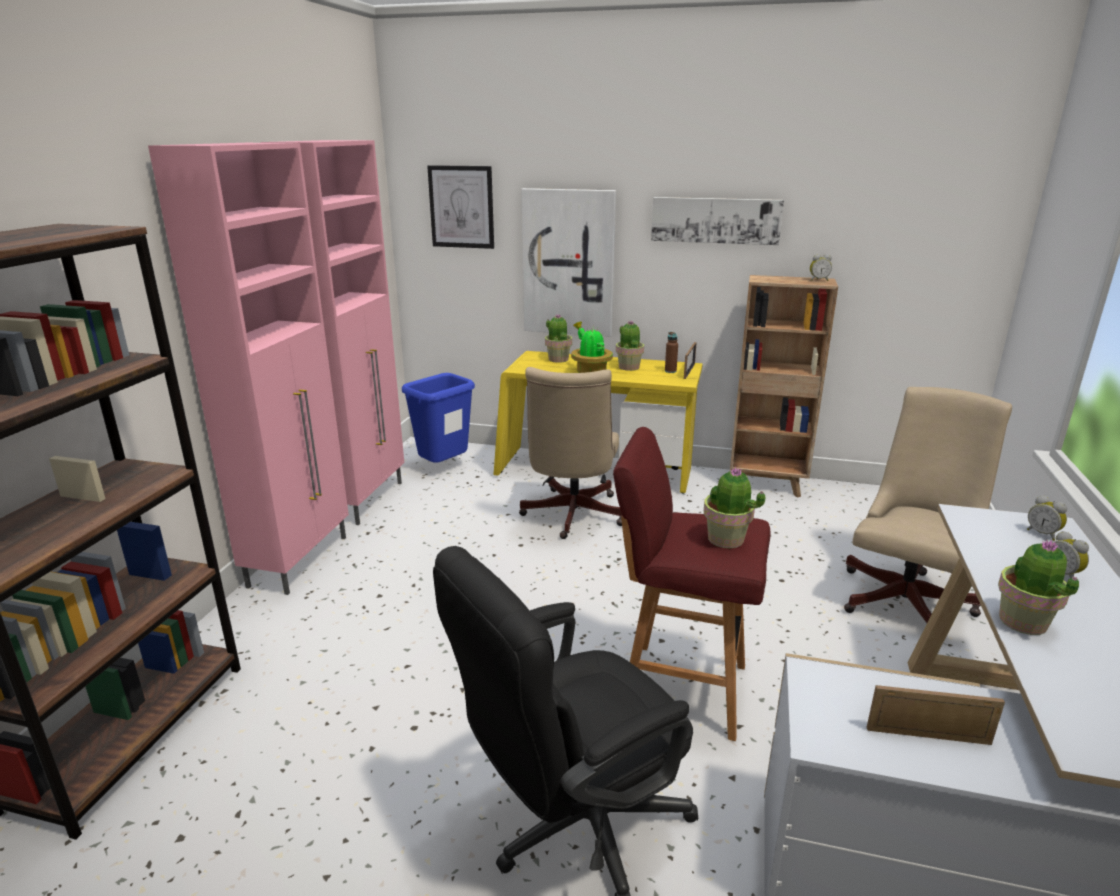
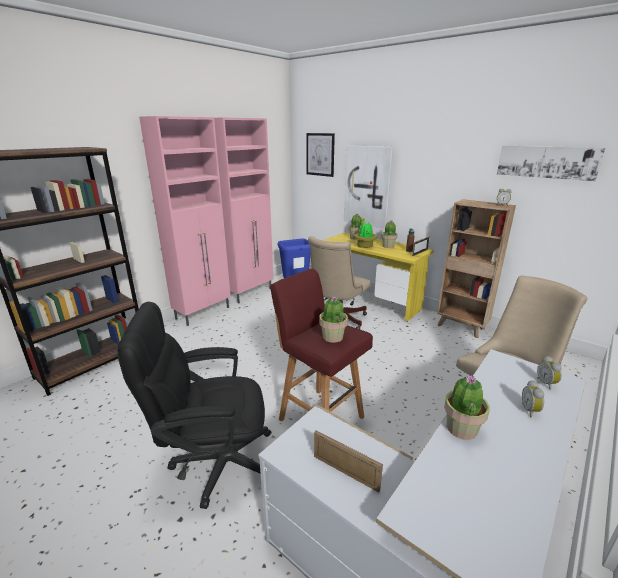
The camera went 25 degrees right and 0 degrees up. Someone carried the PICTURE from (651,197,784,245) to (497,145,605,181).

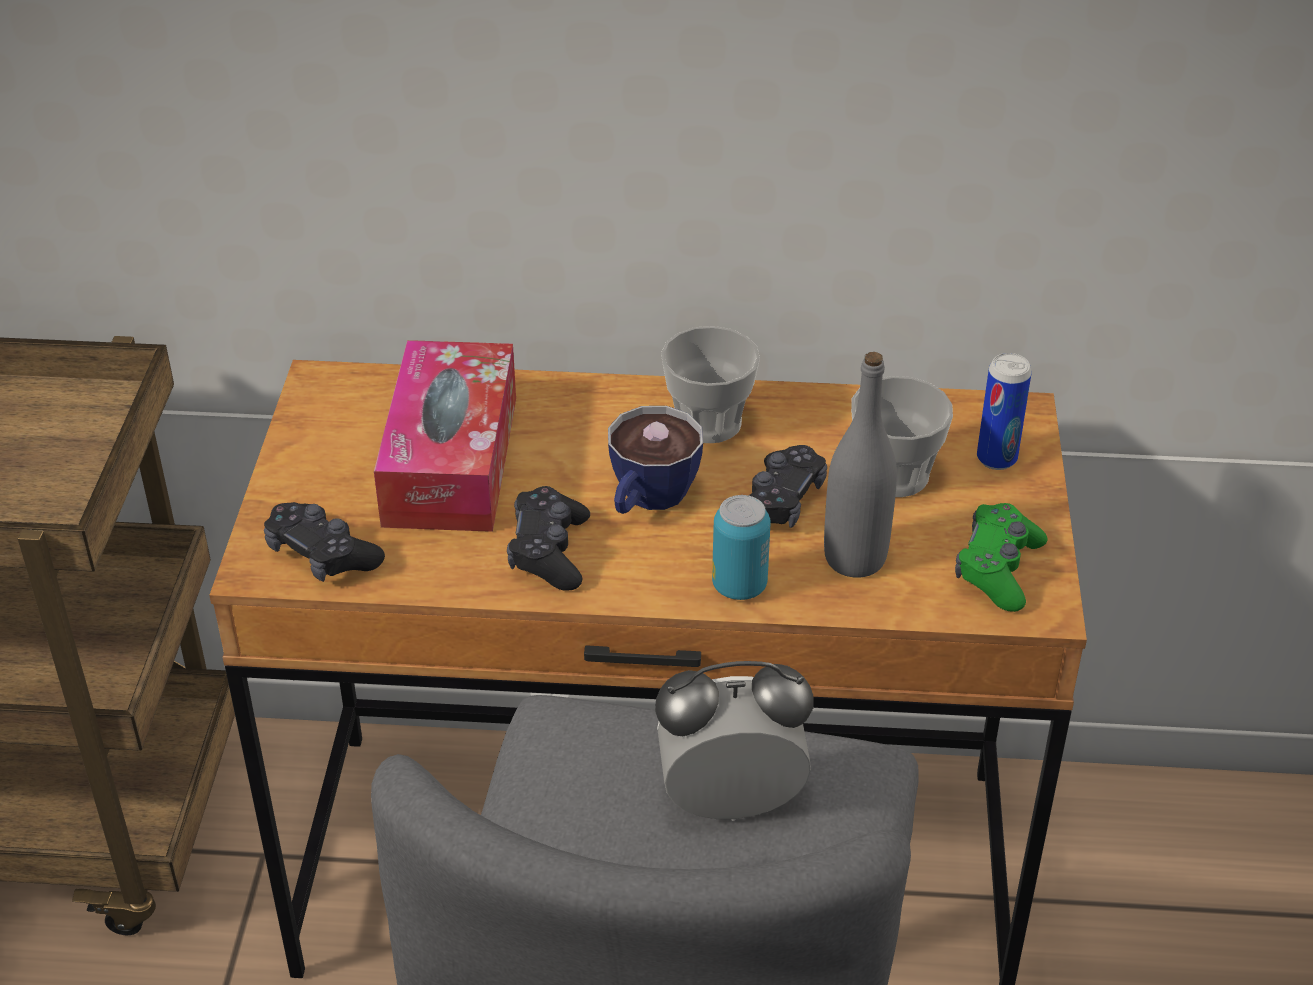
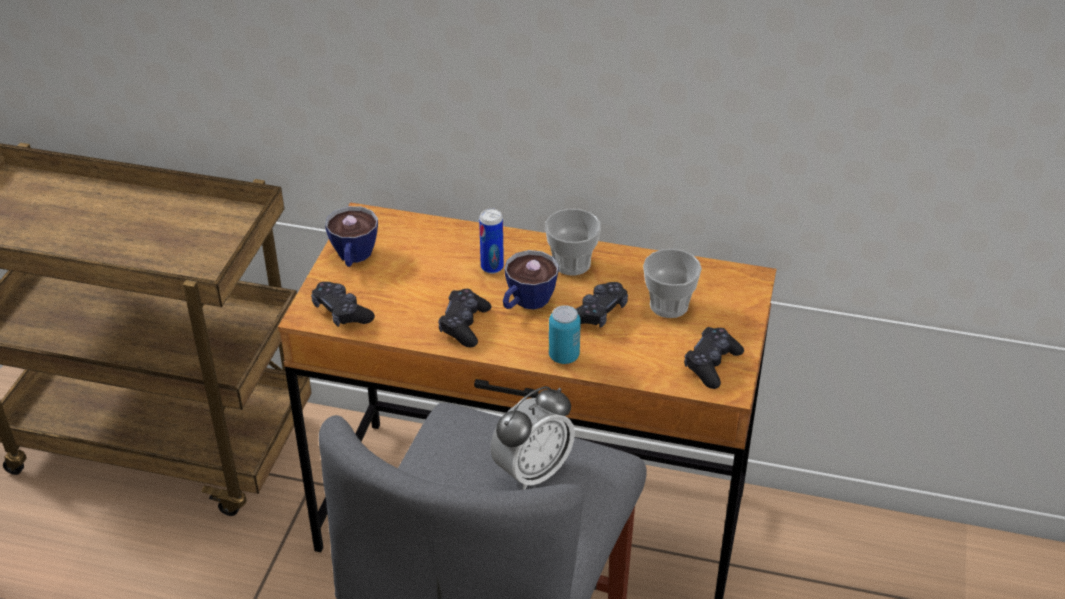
The camera went 10 degrees right and 0 degrees up. Someone took away the TISSUE BOX at (374,340,516,532). Someone took away the GREY BOTTLE at (824,352,897,578). Someone carried the CAN from (977,353,1032,470) to (479,208,504,274). Someone repainted the GREEN GAME CONTROLLER at (955,503,1048,612), which became the BLACK GAME CONTROLLER at (684,327,744,389). Someone rotated the ALARM CLOCK at (655,661,813,821) by 135 degrees clockwise. Someone put down the CUP at (325,206,378,267).

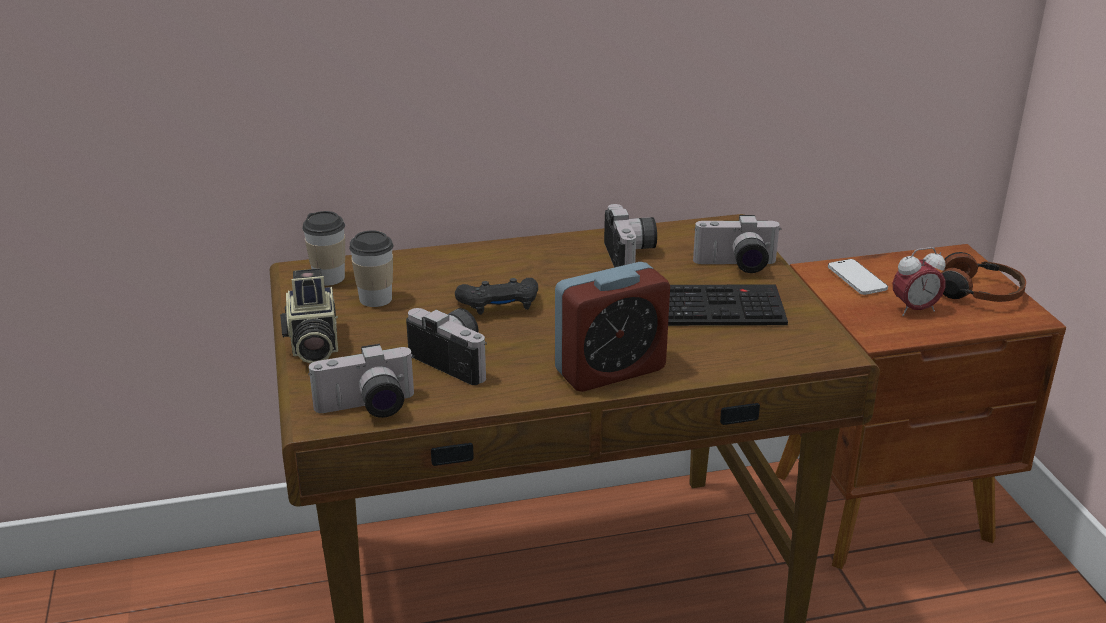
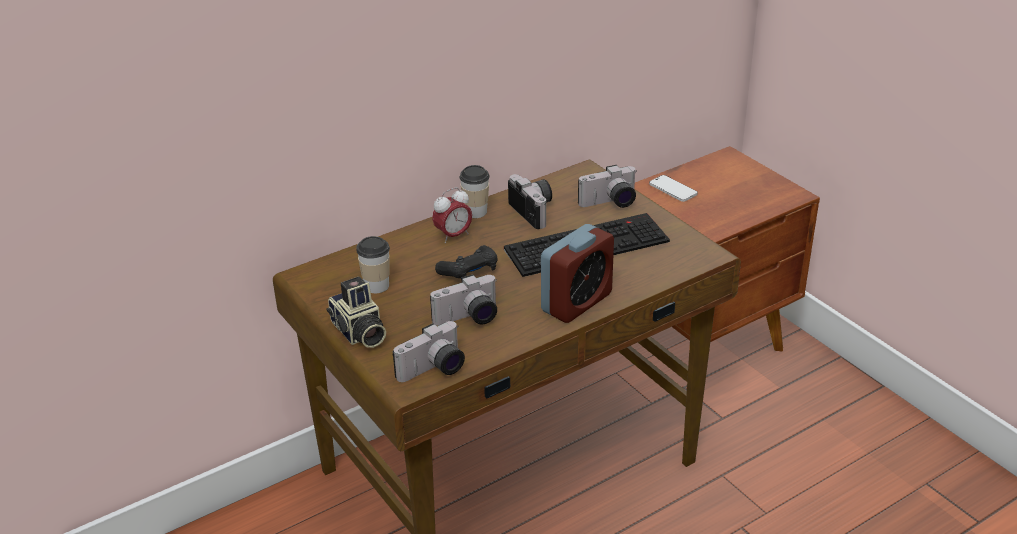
The camera went 20 degrees left and 5 degrees up. Someone carried the CUP from (302,211,345,286) to (459,165,490,218). Someone carried the ALARM CLOCK from (893,247,946,316) to (432,187,472,243). Someone took away the HEADPHONES at (941,252,1026,302). Someone rotated the PHOTO CAMERA at (406,308,487,385) by 135 degrees clockwise.

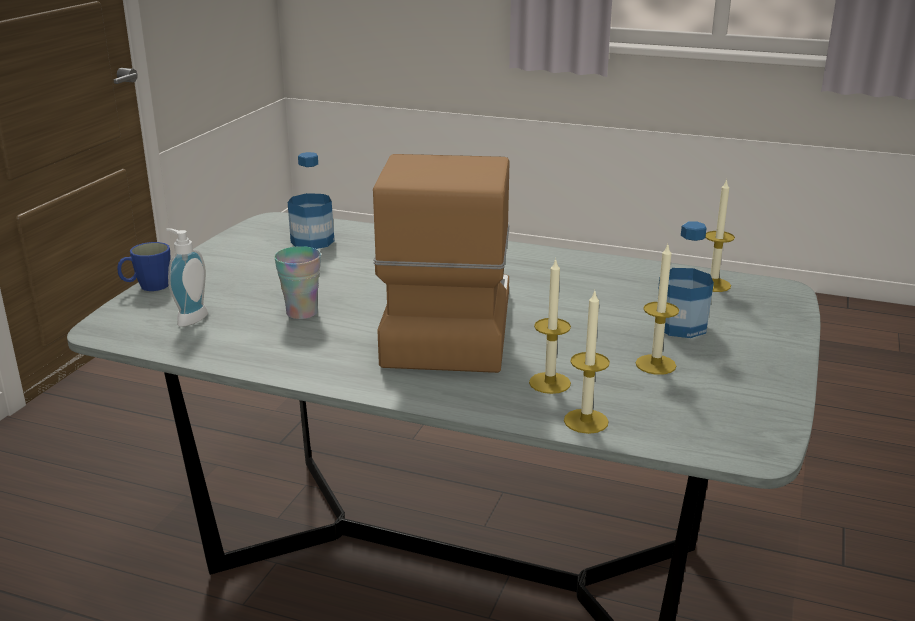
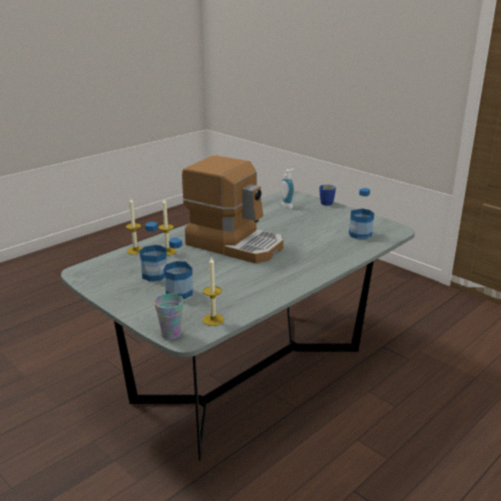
The camera went 115 degrees right and 0 degrees up. Someone swapped the CANDLE at (636,245,679,375) for the BOTTLE at (139,222,167,281). Someone carried the CUP from (274,246,321,320) to (154,294,183,340).

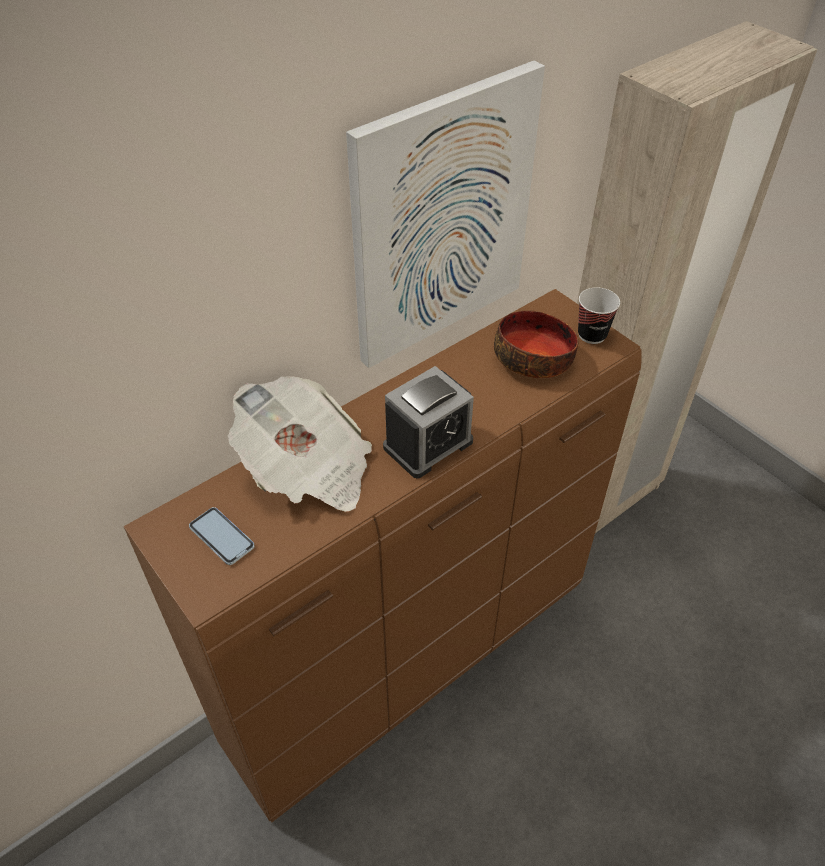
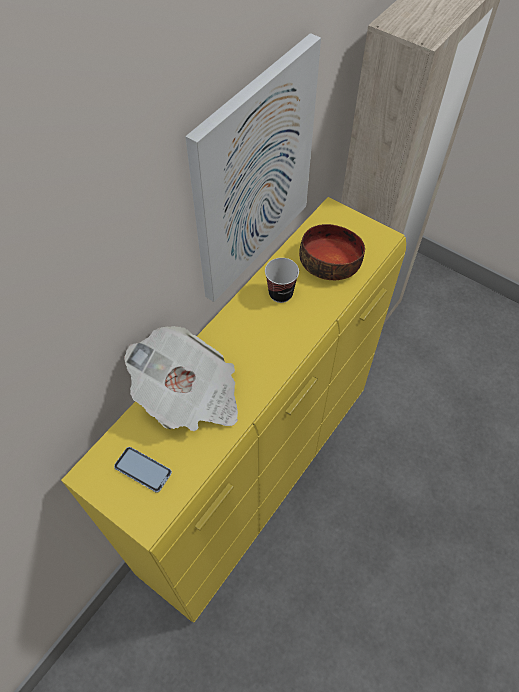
The camera went 15 degrees left and 10 degrees up. Someone carried the CUP from (578,288,620,344) to (265,258,299,303). Someone repainted the BROWN DRESSER at (124,289,642,823), which became the YELLOW DRESSER at (61,197,406,622). Someone took away the ALARM CLOCK at (383,366,474,478).

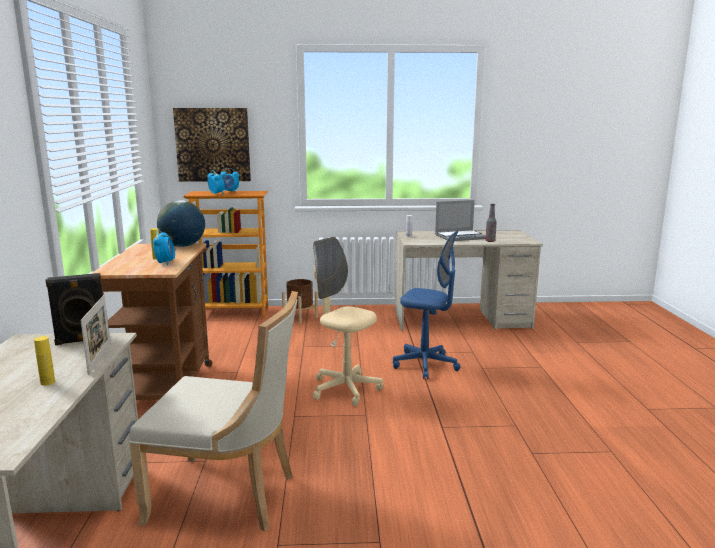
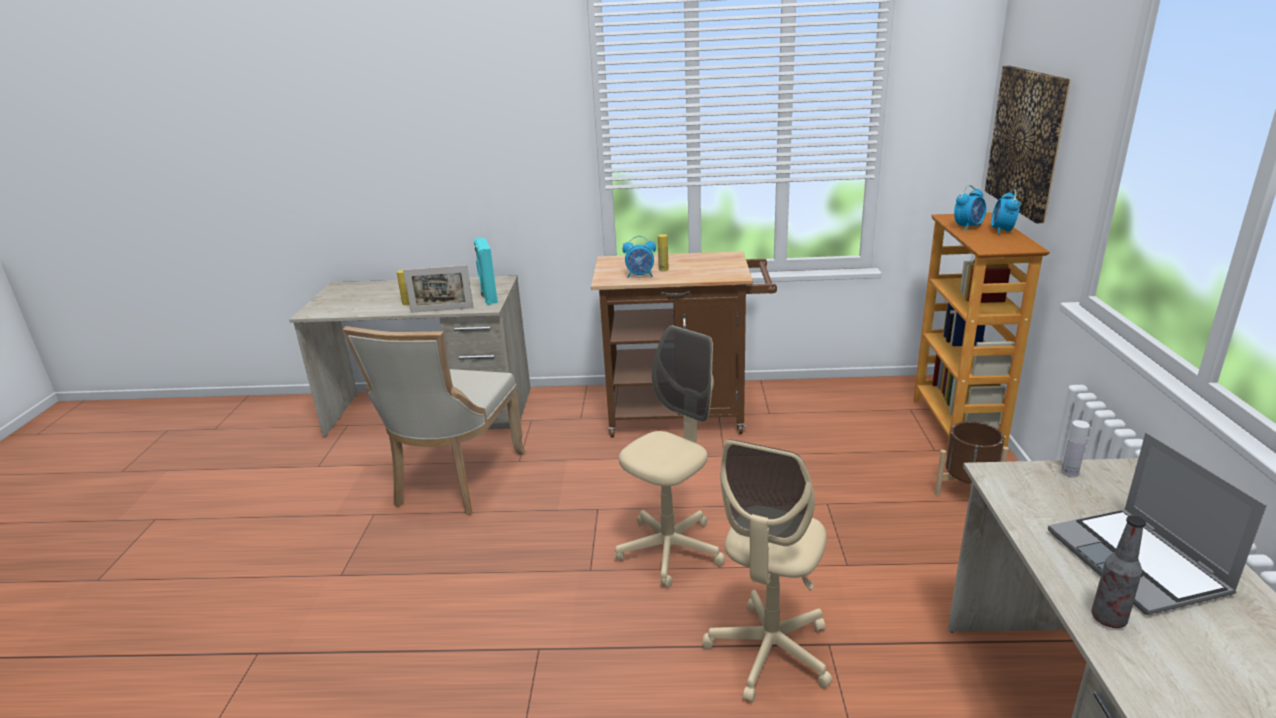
The camera went 95 degrees right and 10 degrees up. Someone took away the GLOBE at (157,200,205,247). Someone repainted the BLUE OFFICE CHAIR at (393,230,461,379), which became the BEIGE OFFICE CHAIR at (702,439,832,703). Someone repainted the BLACK SPEAKER at (46,273,103,345), which became the TURQUOISE SPEAKER at (474,238,498,305).

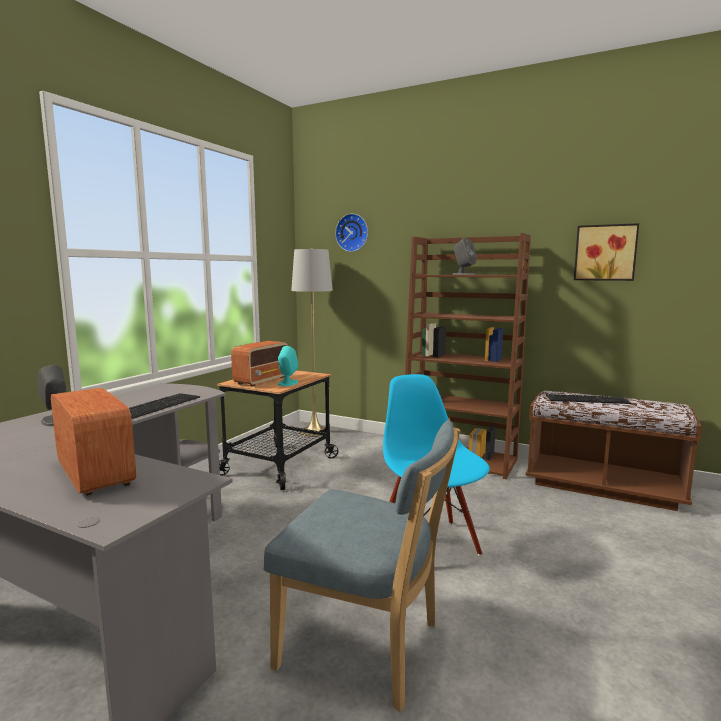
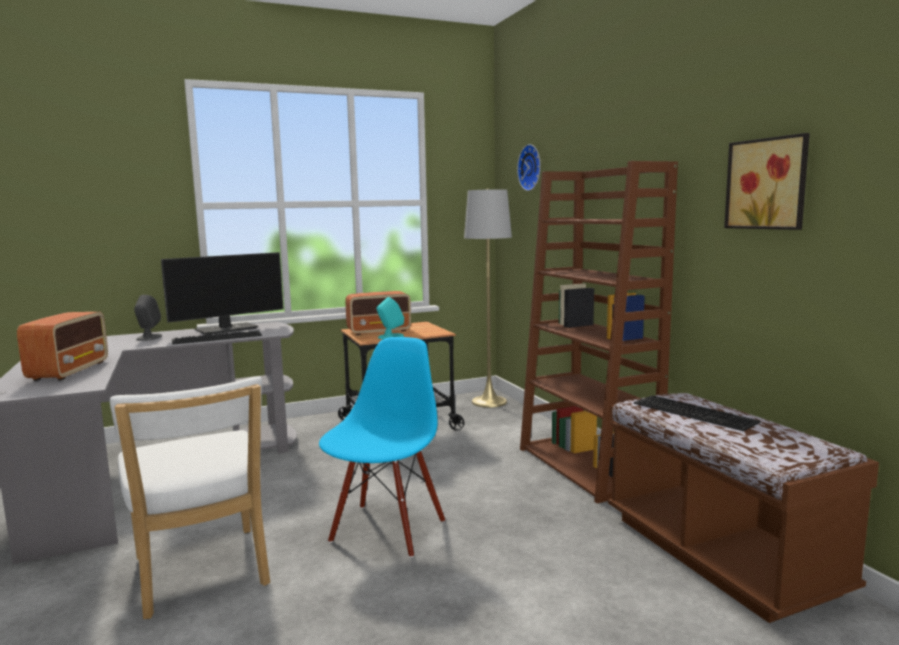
The camera went 40 degrees right and 0 degrees up. Someone took away the GREY SPEAKER at (453,238,477,275). Someone repainted the BLUE CHAIR at (264,420,460,712), which became the WHITE CHAIR at (110,376,270,619). Someone put down the MONITOR at (161,252,284,335).

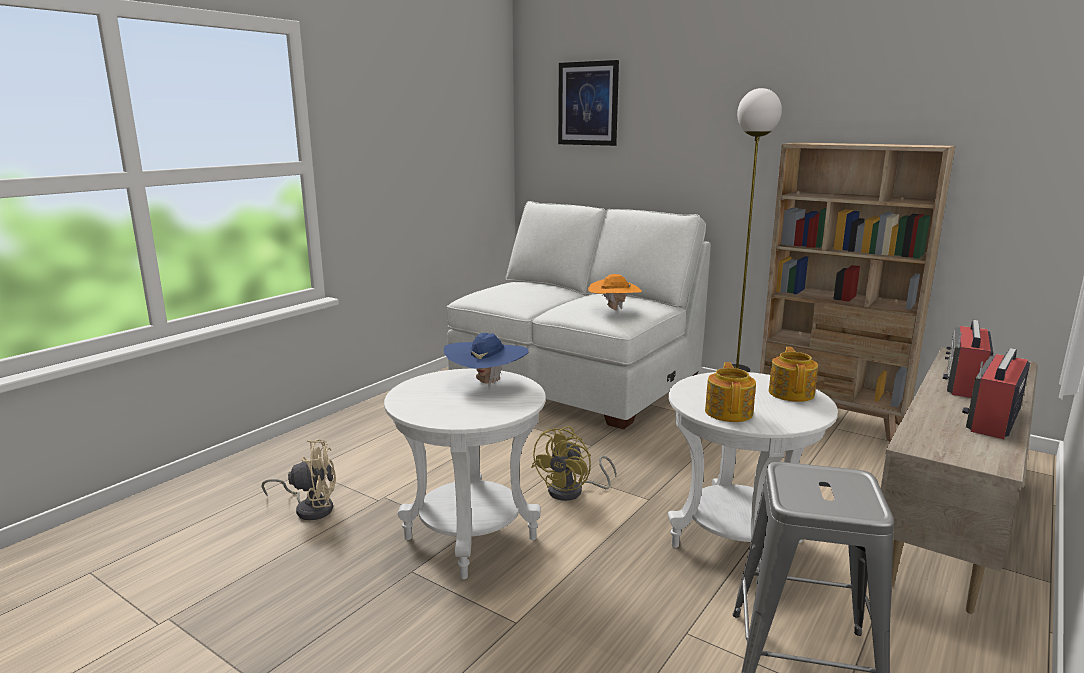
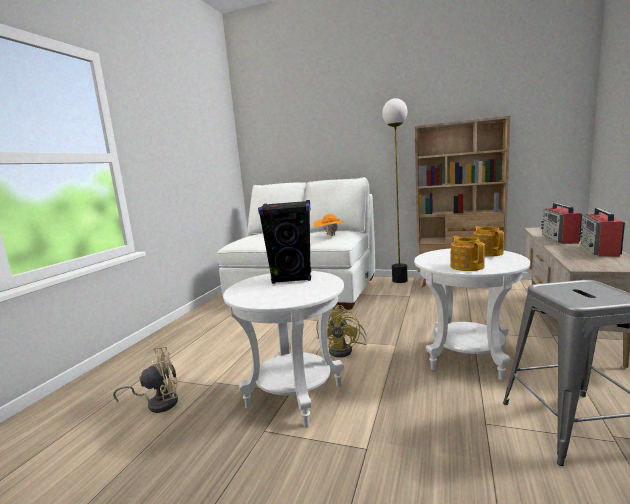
The camera went 15 degrees left and 5 degrees down. Someone took away the PICTURE at (558,60,619,146). Someone swapped the BLUE HAT at (444,333,529,388) for the BLACK SPEAKER at (258,200,311,284).

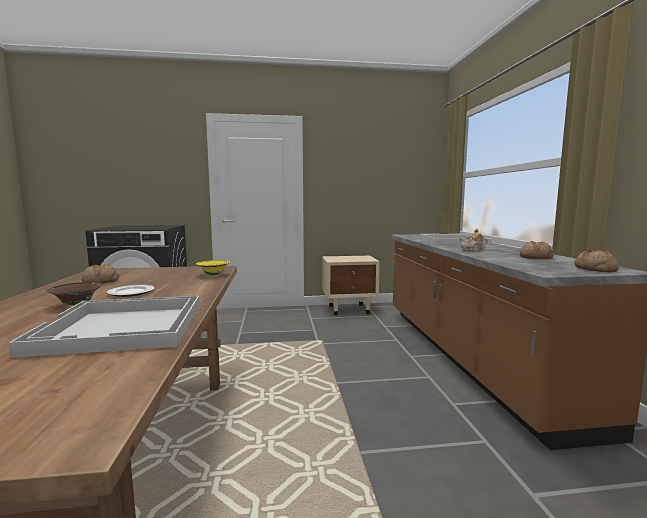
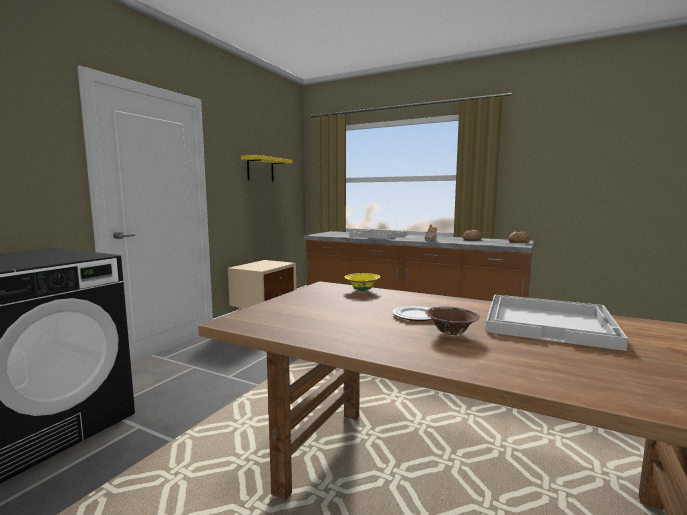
The camera went 55 degrees left and 0 degrees up. Someone took away the BREAD at (81,264,119,283). Someone put up the YELLOW SHELF at (241,155,292,182).

